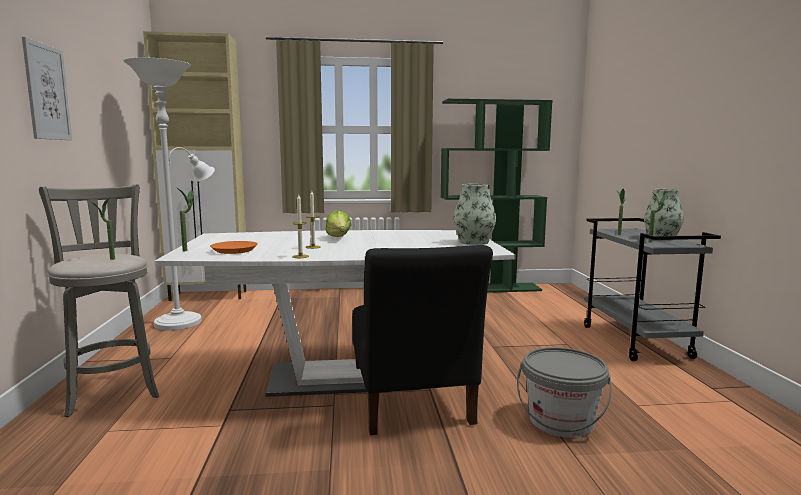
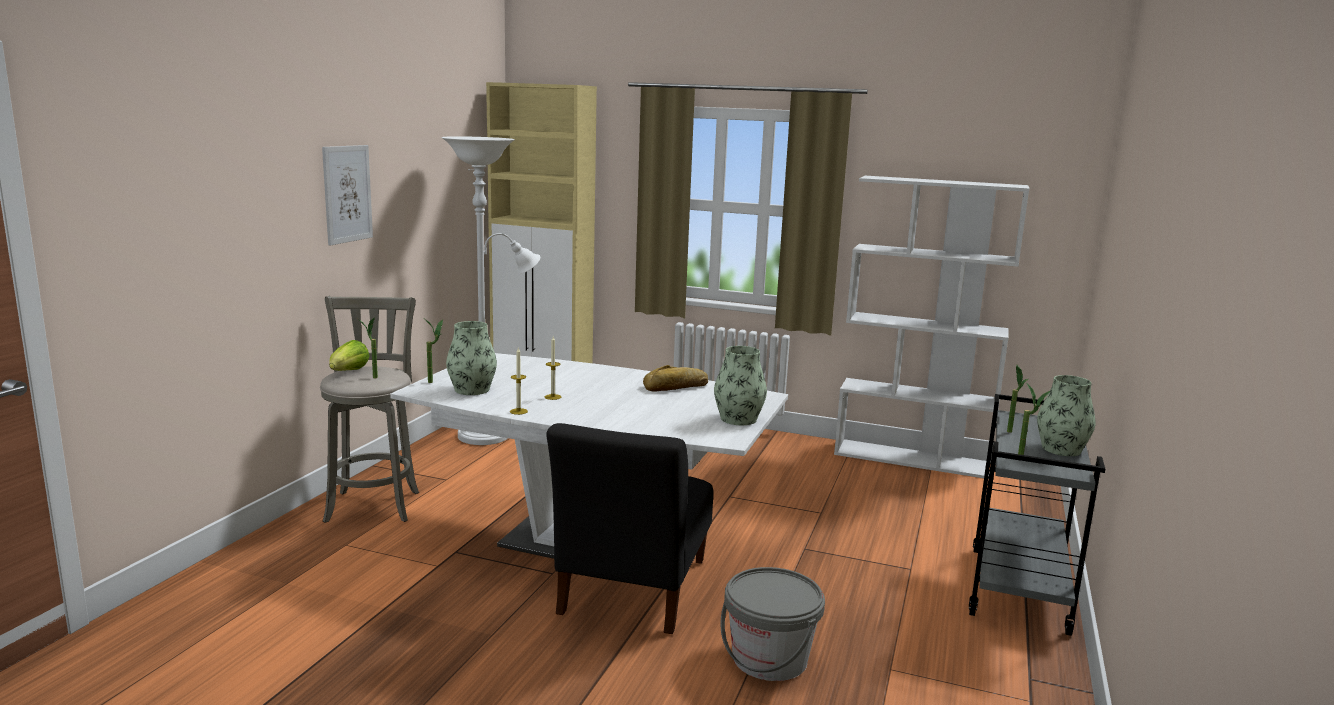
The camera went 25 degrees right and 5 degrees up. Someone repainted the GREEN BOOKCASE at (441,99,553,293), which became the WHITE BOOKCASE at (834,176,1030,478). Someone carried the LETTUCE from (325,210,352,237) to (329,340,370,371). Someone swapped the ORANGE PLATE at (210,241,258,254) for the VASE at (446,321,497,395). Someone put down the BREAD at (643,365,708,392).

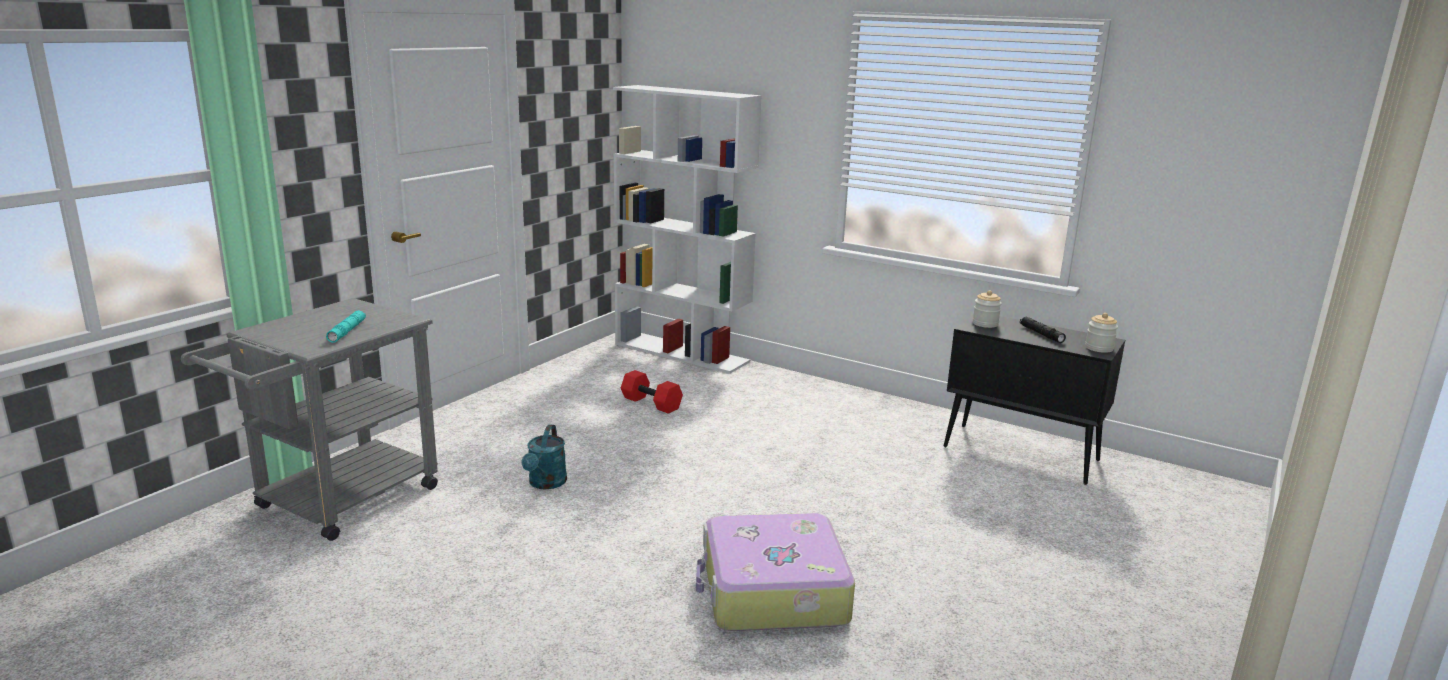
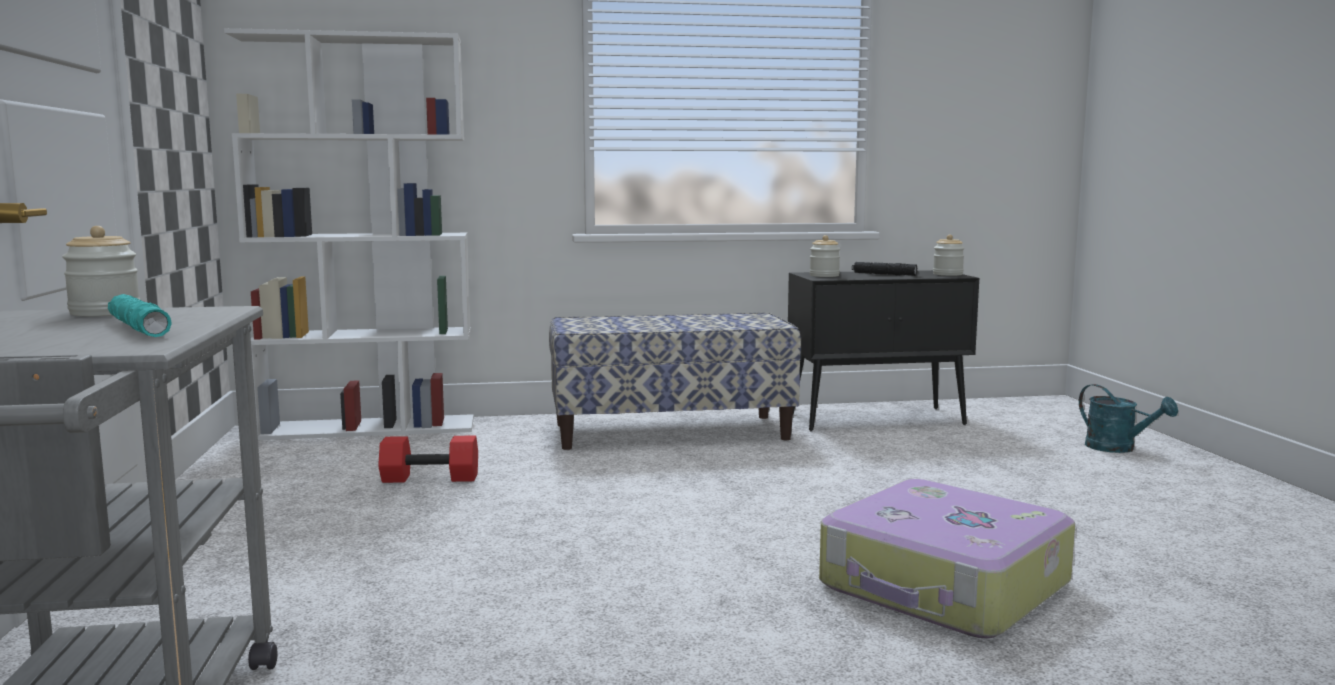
The camera went 40 degrees left and 10 degrees down. Someone carried the TURQUOISE WATERING CAN from (521,424,567,489) to (1079,384,1178,453). Someone put down the JAR at (62,226,140,316). Someone put down the BENCH at (549,313,801,450).

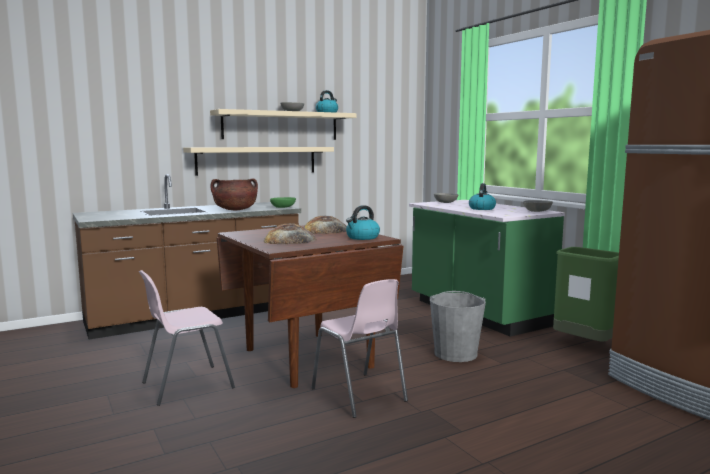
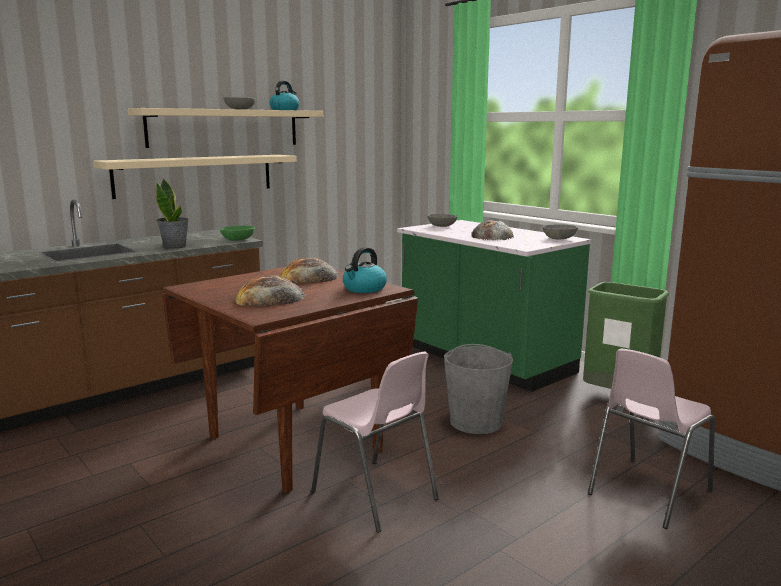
The camera went 10 degrees left and 5 degrees up. Someone swapped the BROWN COOKING POT at (210,178,258,210) for the POTTED PLANT at (156,178,189,249). Someone swapped the KETTLE at (469,183,496,210) for the BREAD at (471,220,514,240). Someone carried the PINK CHAIR from (139,270,235,406) to (588,349,715,529).

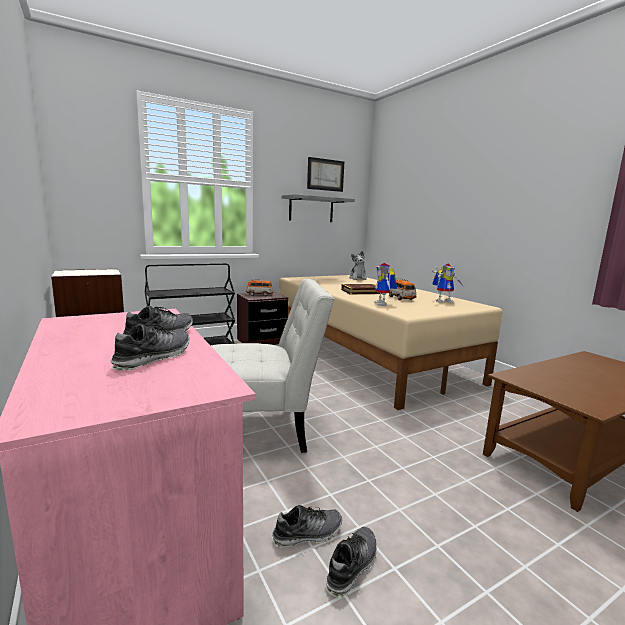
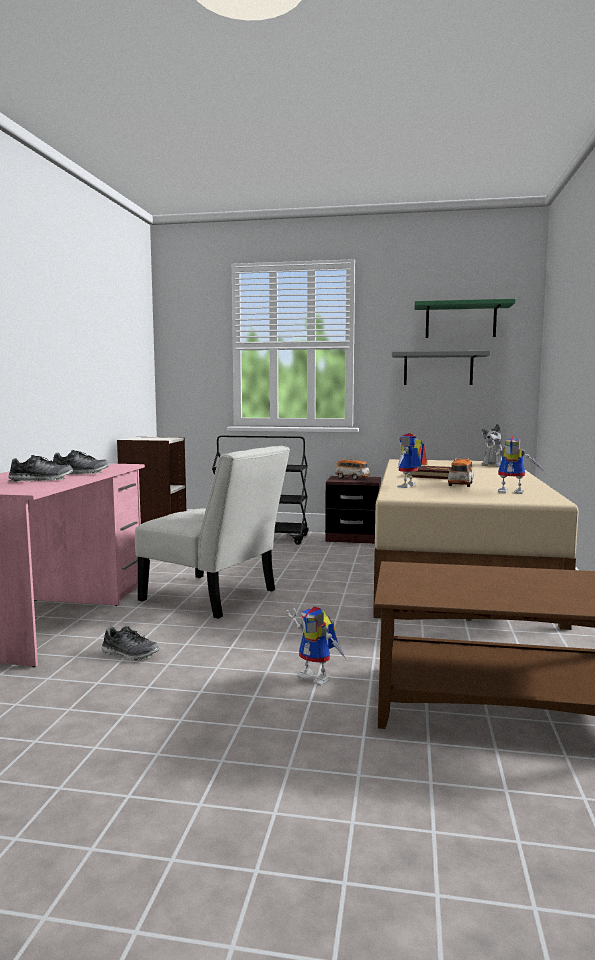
The camera went 40 degrees right and 5 degrees down. Someone swapped the PICTURE at (307,157,344,192) for the GREEN SHELF at (414,299,516,338). Someone took away the SHOE at (326,527,377,598). Someone put down the TOY ROBOT at (287,607,347,686).

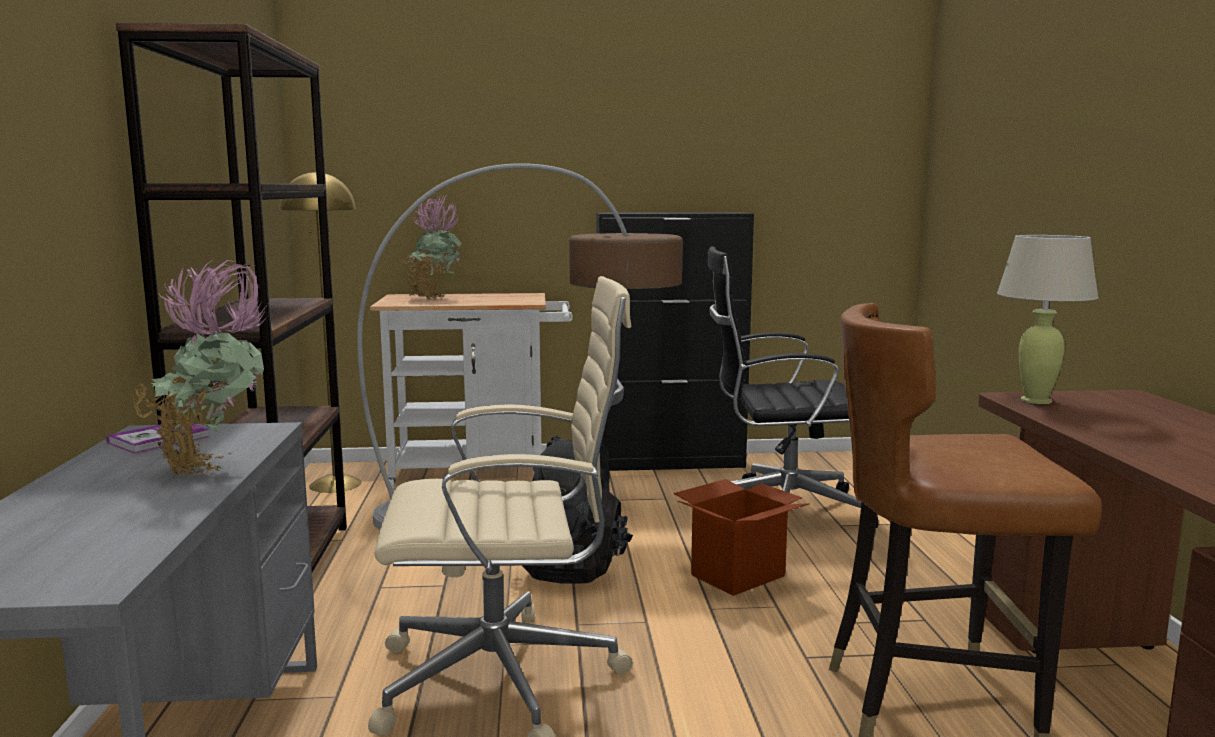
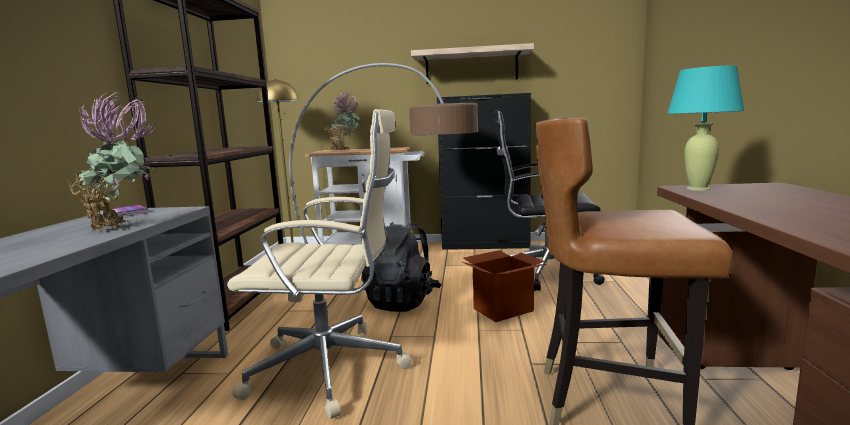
The camera went 10 degrees right and 0 degrees up. Someone repainted the BEIGE TABLE LAMP at (997,235,1099,404), which became the TURQUOISE TABLE LAMP at (667,66,744,191). Someone put up the SHELF at (411,43,534,84).

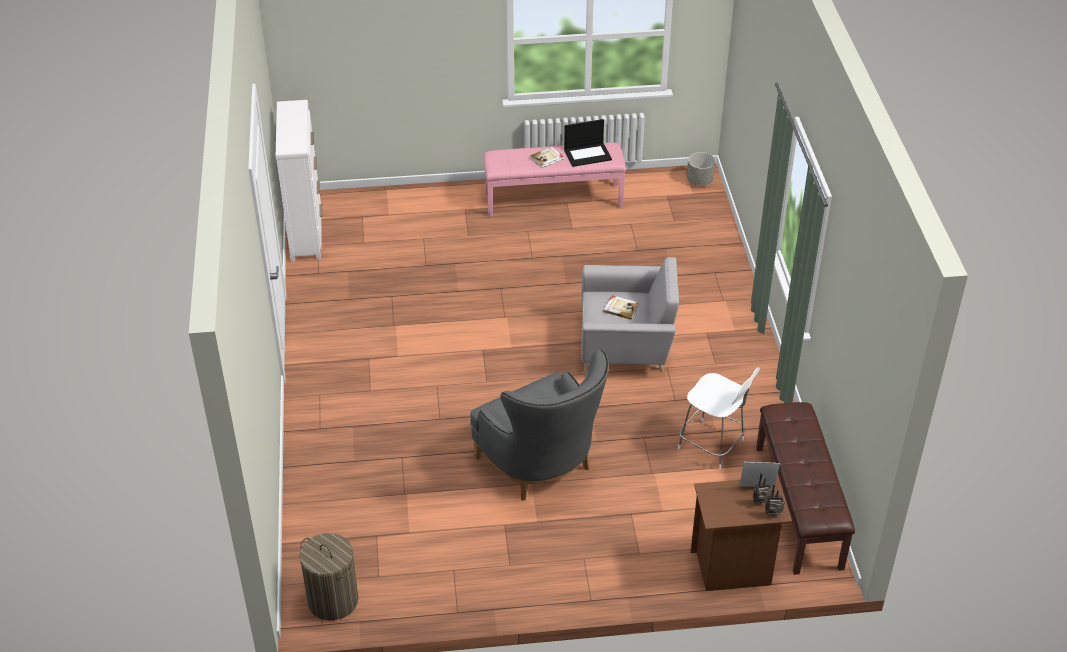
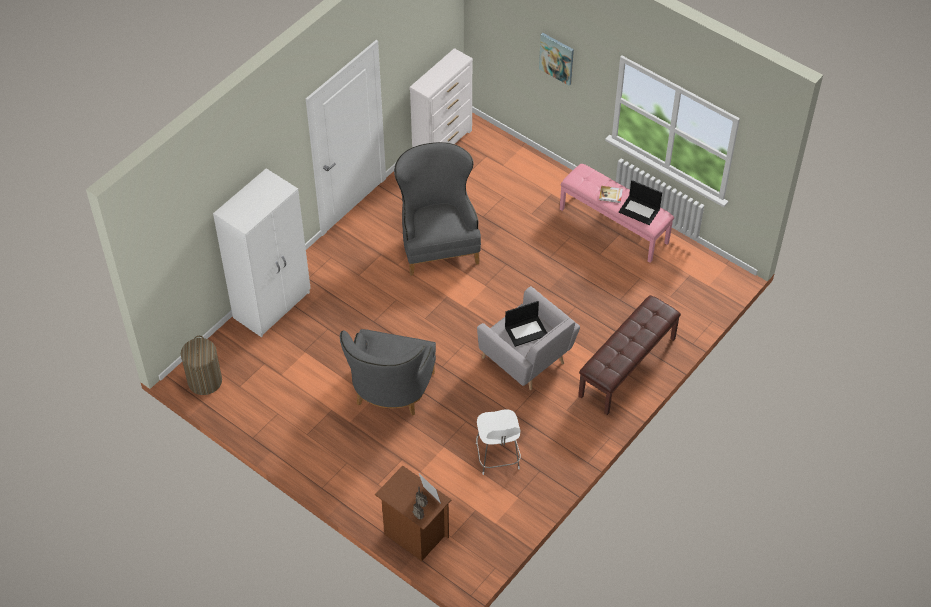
The camera went 45 degrees right and 10 degrees up. Someone took away the GREY PLANTER at (687,152,715,186). Someone swapped the BOOK at (604,295,639,320) for the LAPTOP at (505,301,547,347). Someone carried the BROWN BENCH from (756,402,855,575) to (578,295,681,415). Someone put up the PICTURE at (539,33,574,86). Someone put down the GREY ARMCHAIR at (394,142,481,276). Someone put down the WHITE WARDROBE at (213,168,311,337).

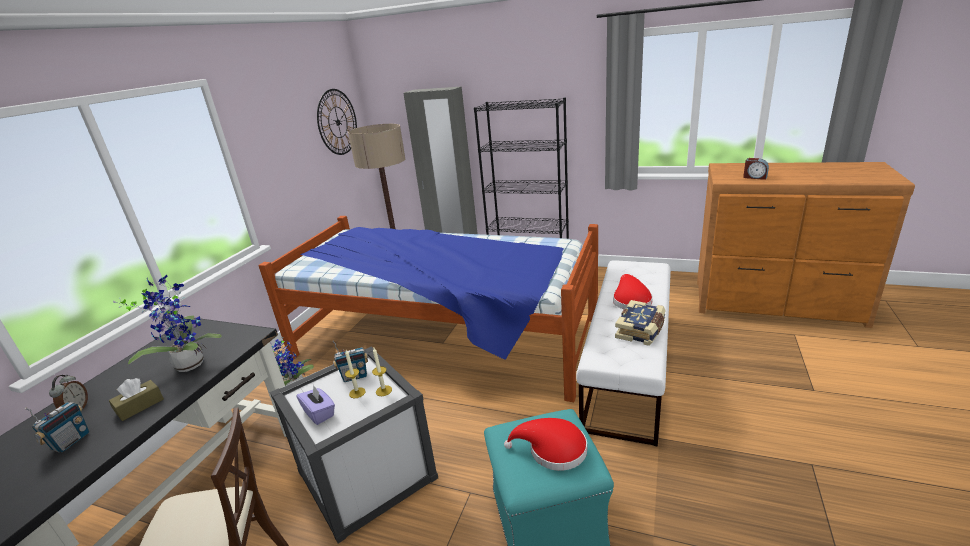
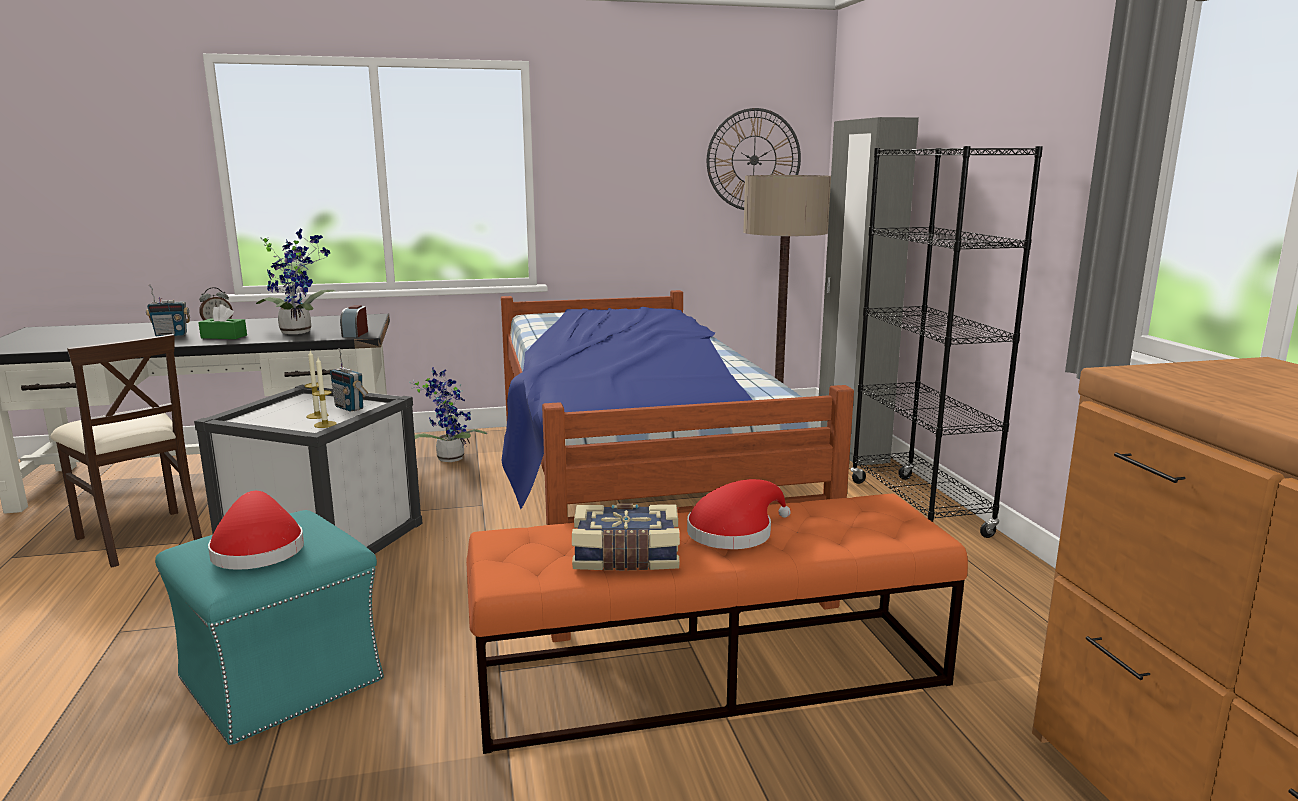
The camera went 55 degrees right and 10 degrees down. Someone carried the ALARM CLOCK from (743,158,769,180) to (340,305,368,337). Someone repainted the WHITE BENCH at (576,260,671,447), which became the ORANGE BENCH at (466,494,968,754). Someone repainted the BROWN TISSUE BOX at (109,378,164,421), which became the GREEN TISSUE BOX at (198,304,247,339). Someone took away the PURPLE TISSUE BOX at (297,385,335,425).

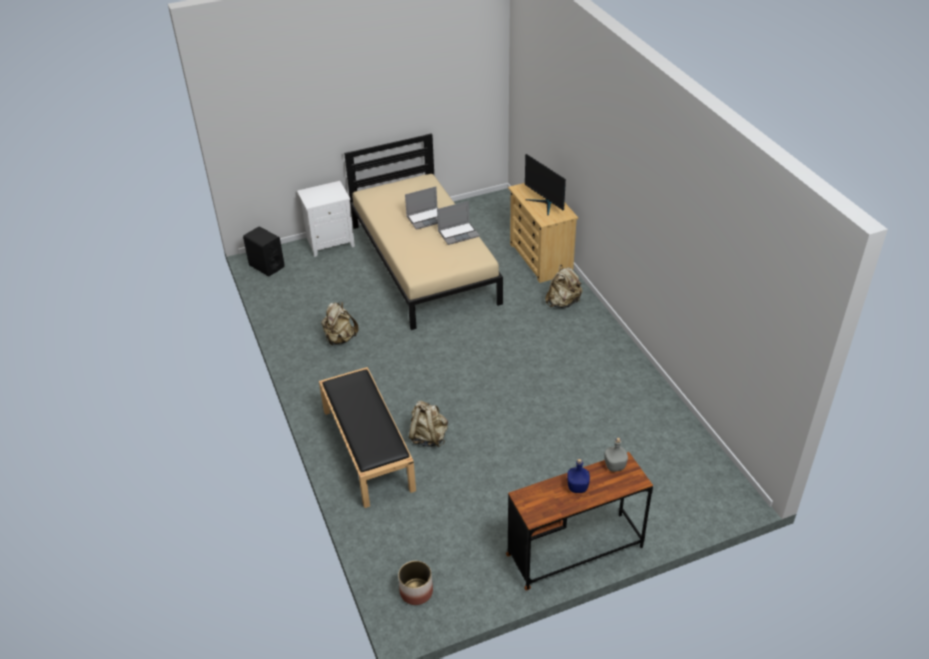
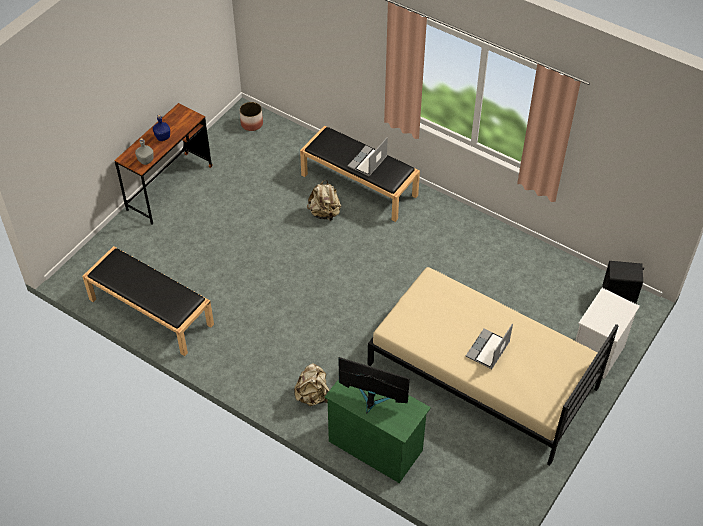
The camera went 145 degrees right and 10 degrees up. Someone repainted the BEIGE DRESSER at (508,183,578,283), which became the GREEN DRESSER at (325,379,431,483). Someone carried the LAPTOP from (437,201,479,245) to (348,137,388,176). Someone took away the BEIGE BACKPACK at (321,302,359,345). Someone put down the BLACK BENCH at (82,246,214,356).

